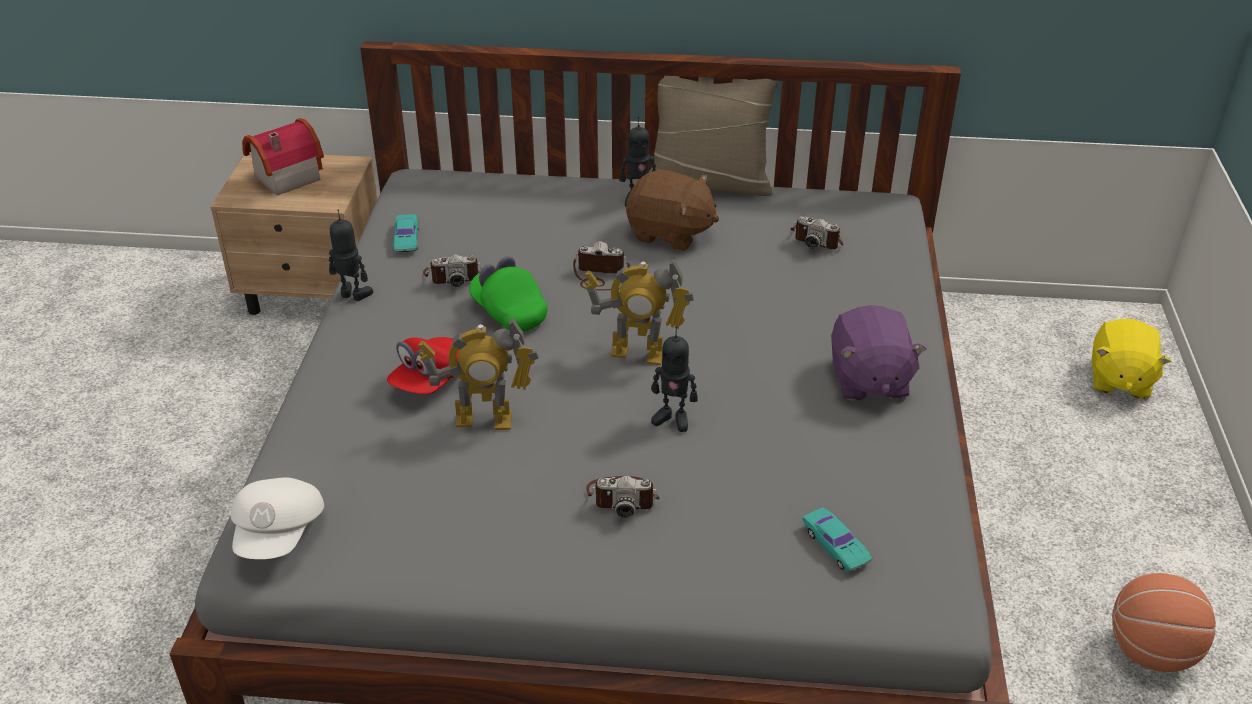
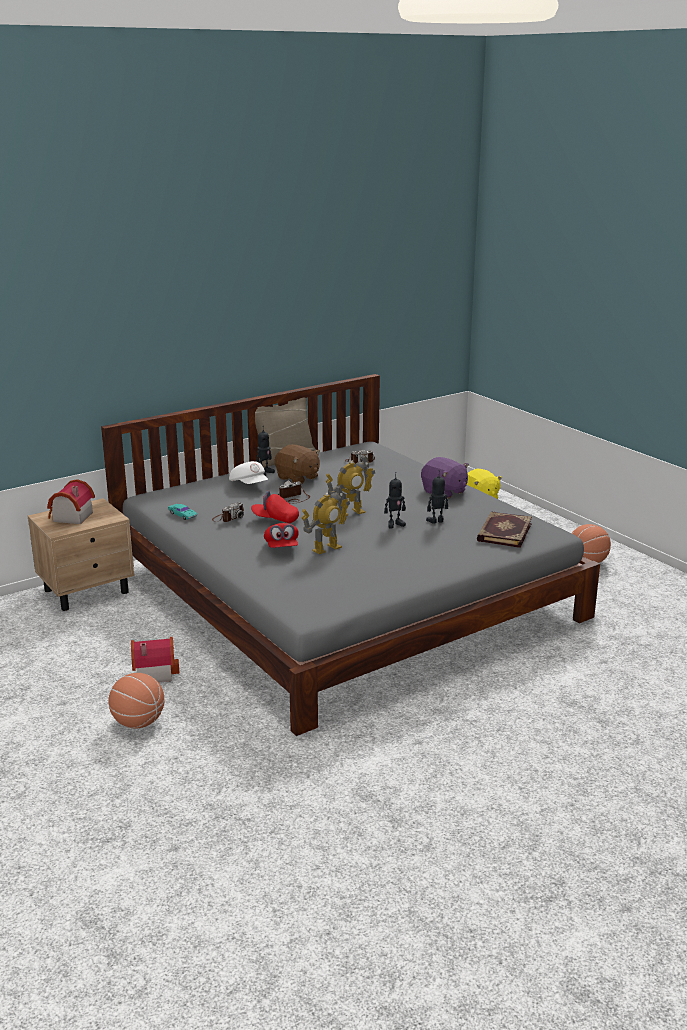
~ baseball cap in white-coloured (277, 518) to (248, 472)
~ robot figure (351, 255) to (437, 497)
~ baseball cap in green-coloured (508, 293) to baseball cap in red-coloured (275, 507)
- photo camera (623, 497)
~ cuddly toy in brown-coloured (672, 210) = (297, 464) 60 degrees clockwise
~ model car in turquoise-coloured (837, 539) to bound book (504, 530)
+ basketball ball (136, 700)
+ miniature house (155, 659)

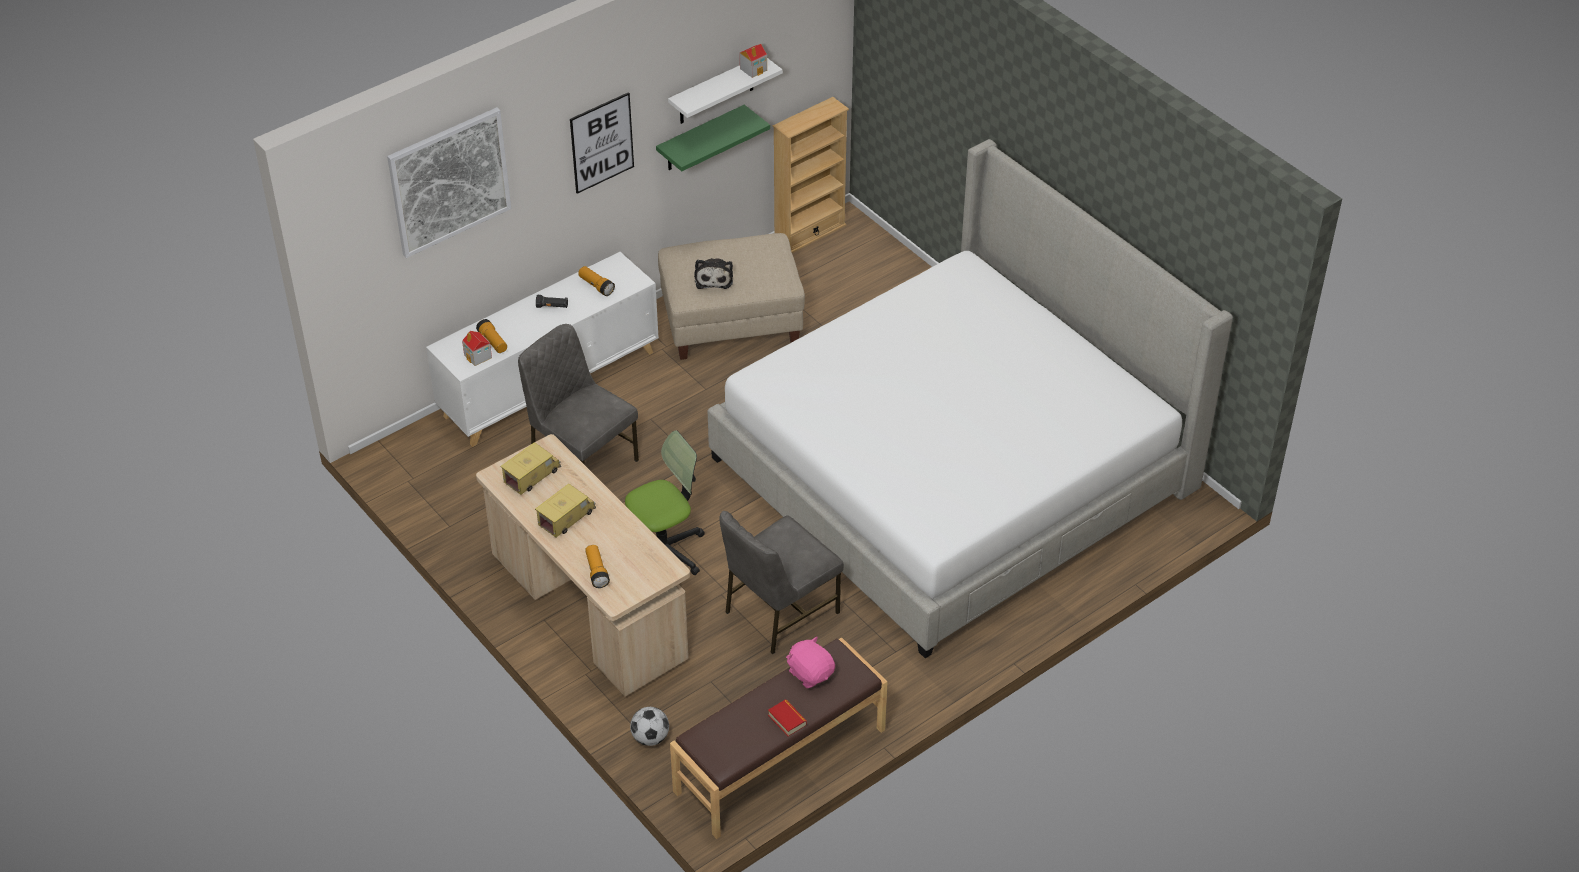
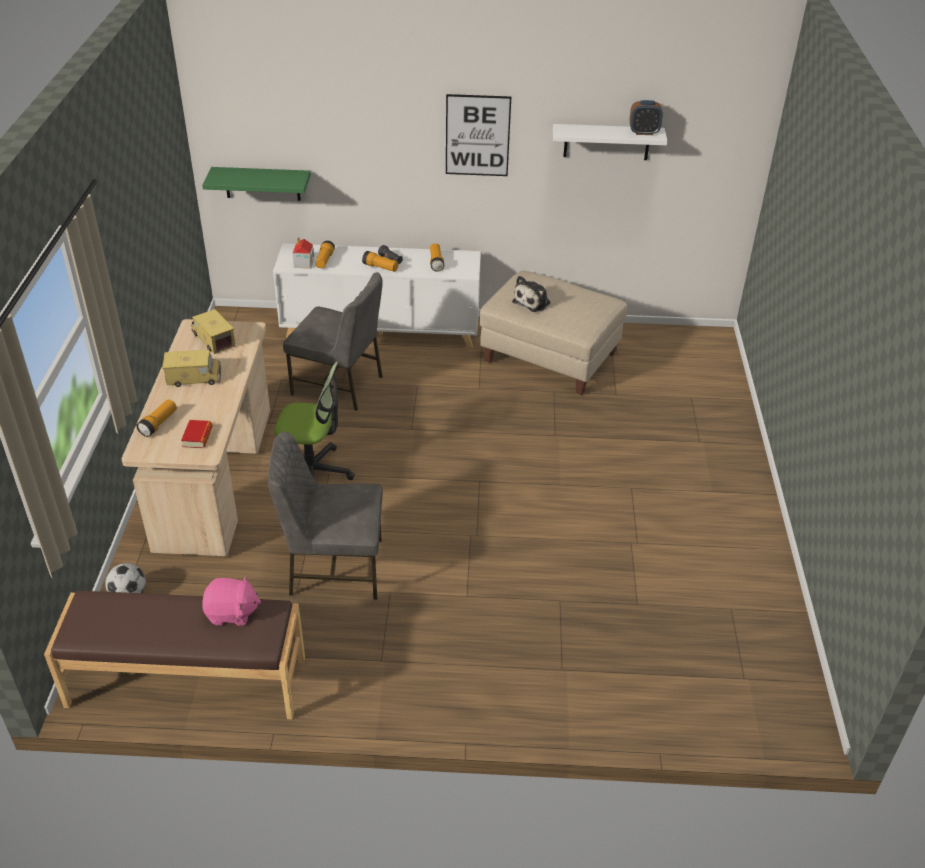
- picture (449, 182)
~ toy lorry (530, 468) = (213, 331) 120 degrees counterclockwise
~ plain chair in grey (578, 394) = (333, 341) 120 degrees clockwise
~ wall shelf in green-coloured (713, 138) to (256, 184)
- bed (970, 398)
~ miniature house (753, 61) to table clock (646, 117)
~ bound book (787, 718) to (196, 434)
- shelving unit in sand-coloured (811, 175)
~ cuddly toy in pink-coloured (810, 662) = (231, 600) 90 degrees clockwise
+ torch (380, 261)

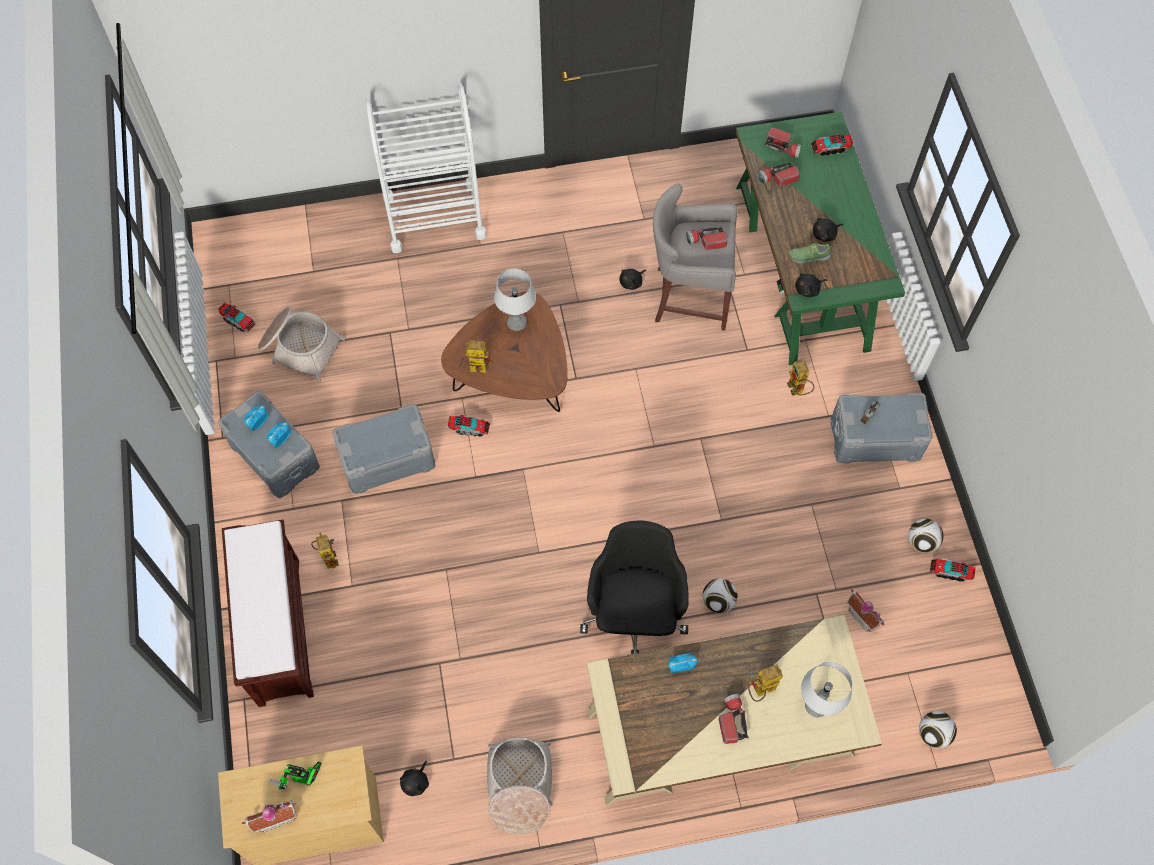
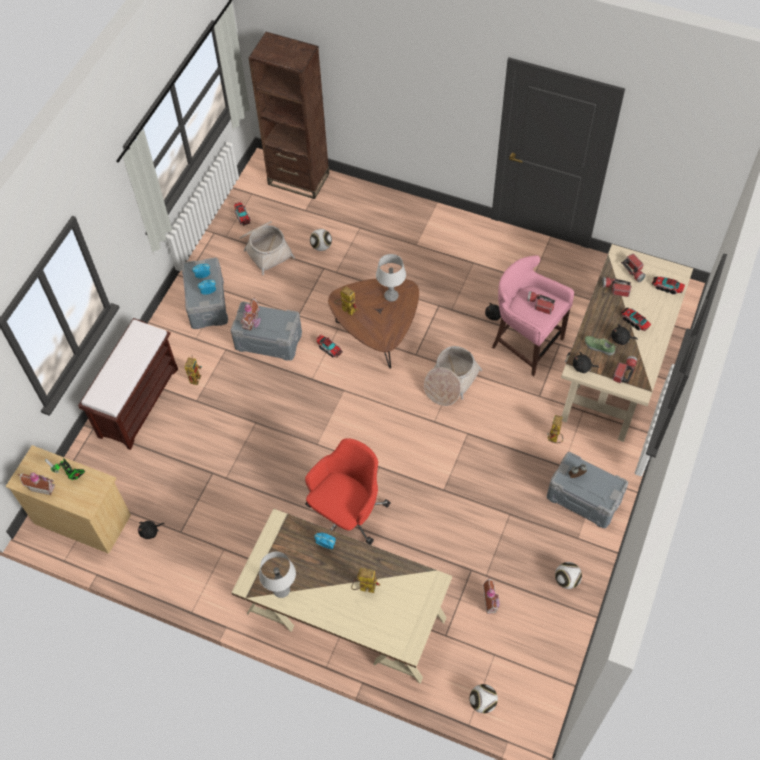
- trolley in white-coloured (426, 168)
~ household basket (519, 785) to (453, 376)
~ computer chair in black-coloured (634, 587) to computer chair in red-coloured (347, 491)
~ stool seat in grey (695, 256) to stool seat in pink-coloured (533, 315)
~ ball for football (720, 596) to (321, 240)
~ torch (733, 719) to (625, 369)
~ desk unit in green-coloured (820, 238) to desk unit in sand-coloured (627, 343)
~ table lamp in grey (826, 689) to (277, 575)
~ toy lorry (953, 570) to (636, 319)
+ miniature house (250, 314)
+ shelving unit in brown-coloured (289, 115)

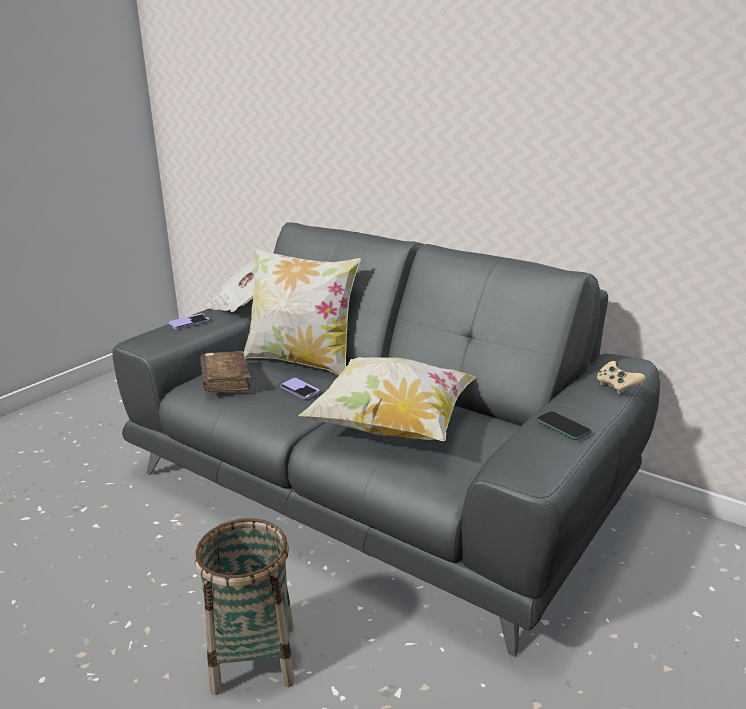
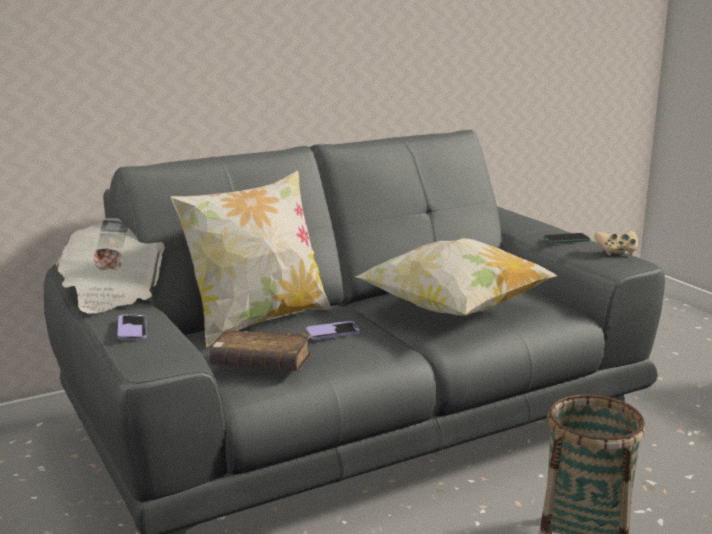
~ gamepad in sand-coloured (621, 377) to (616, 243)

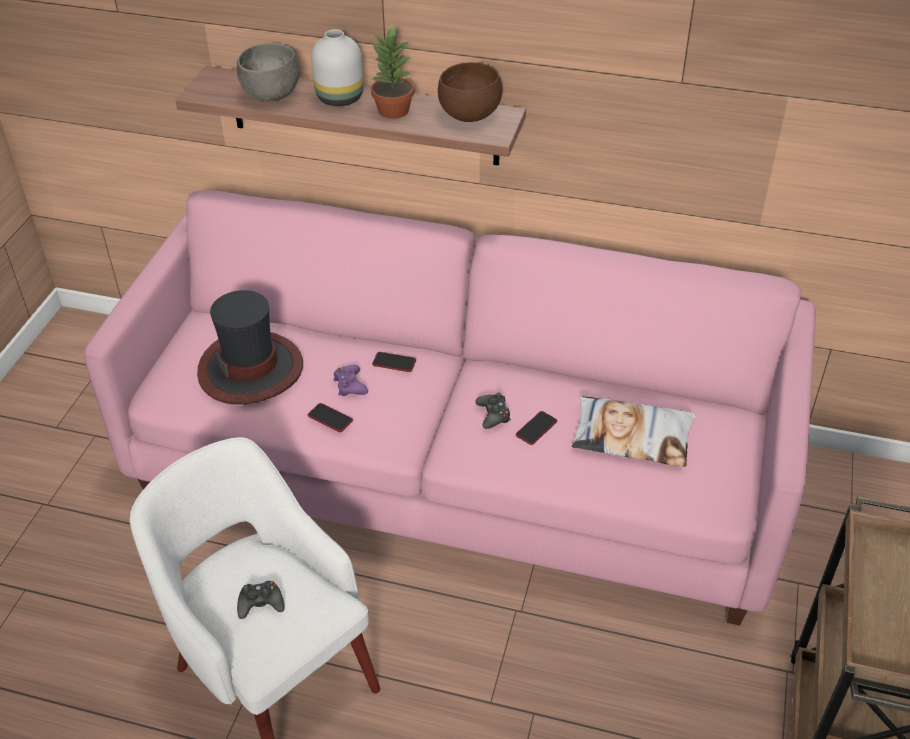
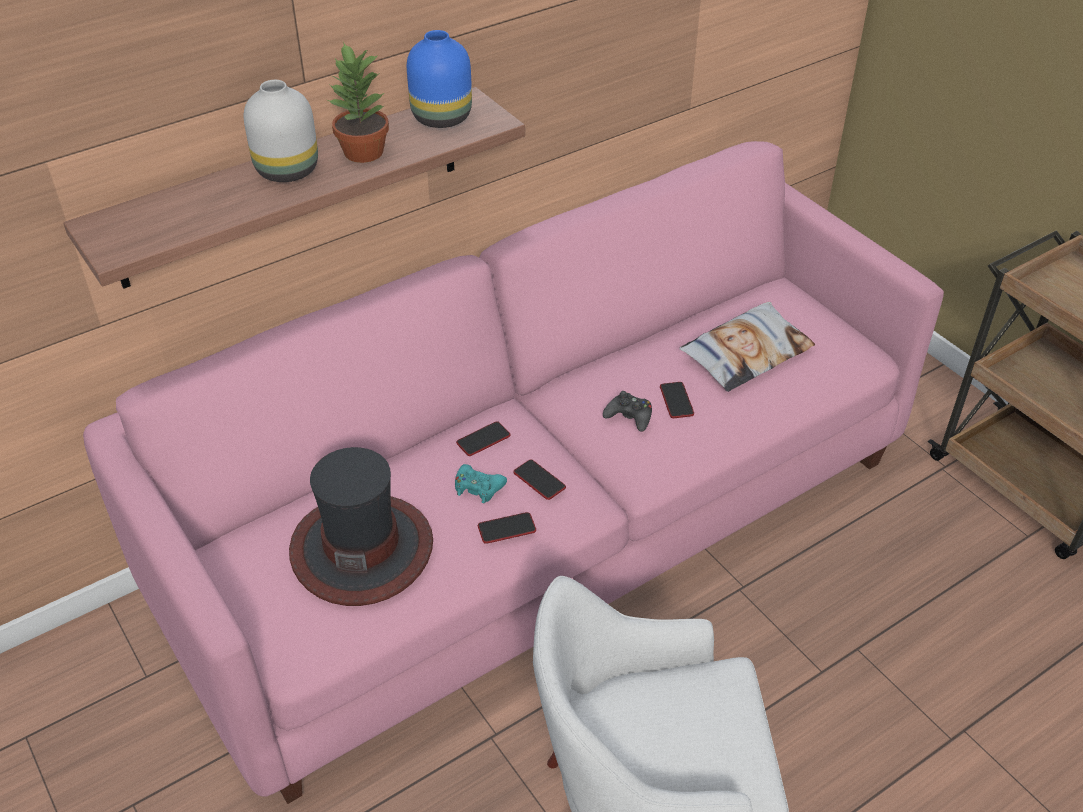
- serving bowl in grey (268, 72)
- gamepad in black-coloured (261, 600)
~ gamepad in purple-coloured (351, 380) to gamepad in turquoise-coloured (481, 483)
~ serving bowl in brown-coloured (470, 92) to decorative vase in bluish (439, 79)
+ phone (539, 479)

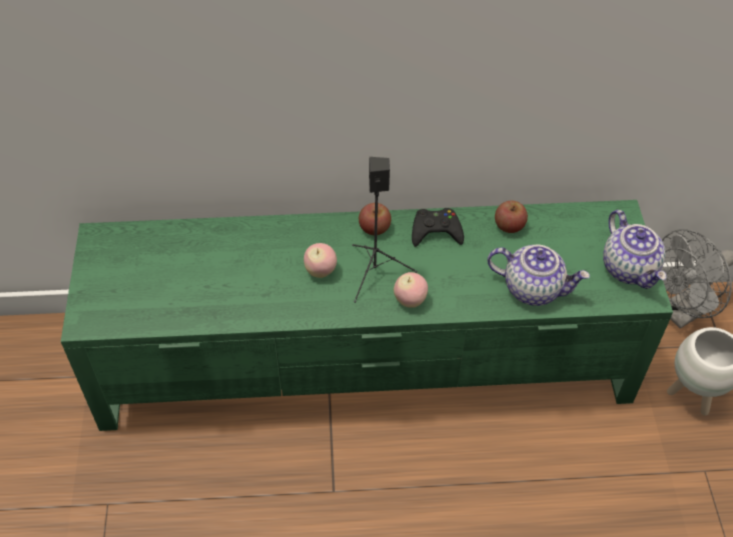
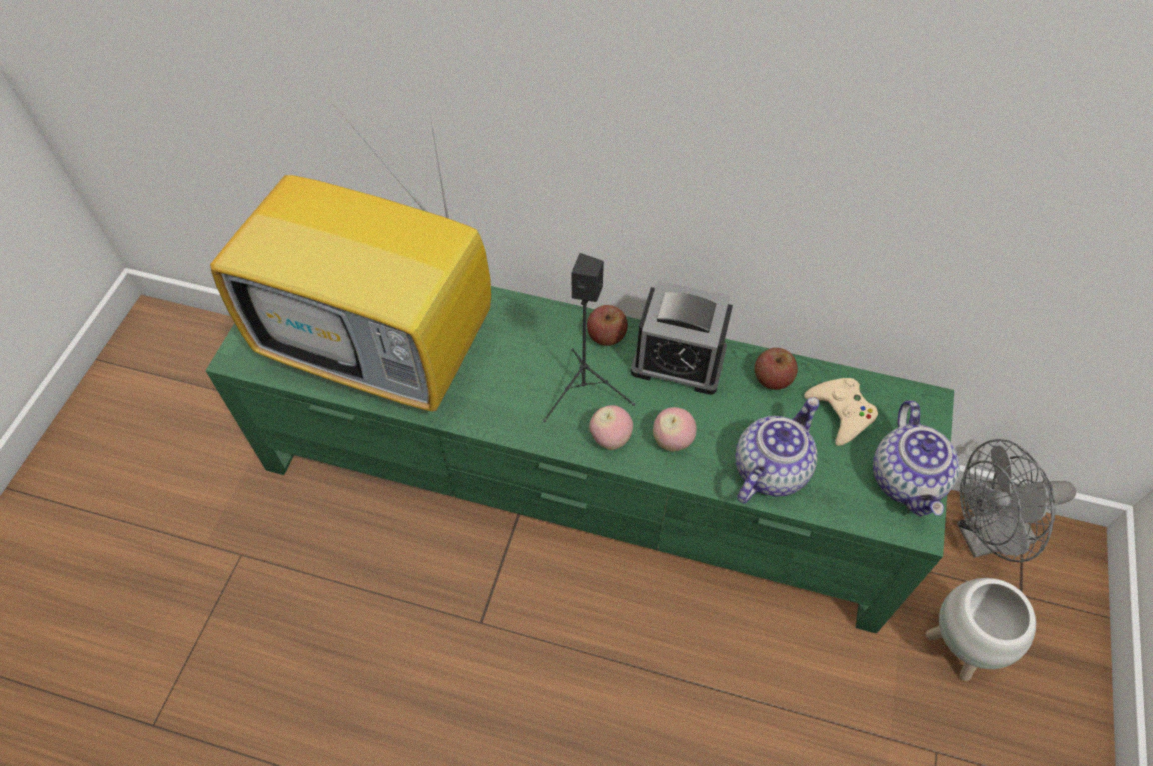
~ whole apple (320, 260) to (675, 429)
~ gamepad in black-coloured (438, 227) to table clock (681, 337)
~ teapot (538, 275) = (777, 450) 90 degrees counterclockwise
+ TV set (350, 257)
+ gamepad in sand-coloured (841, 412)

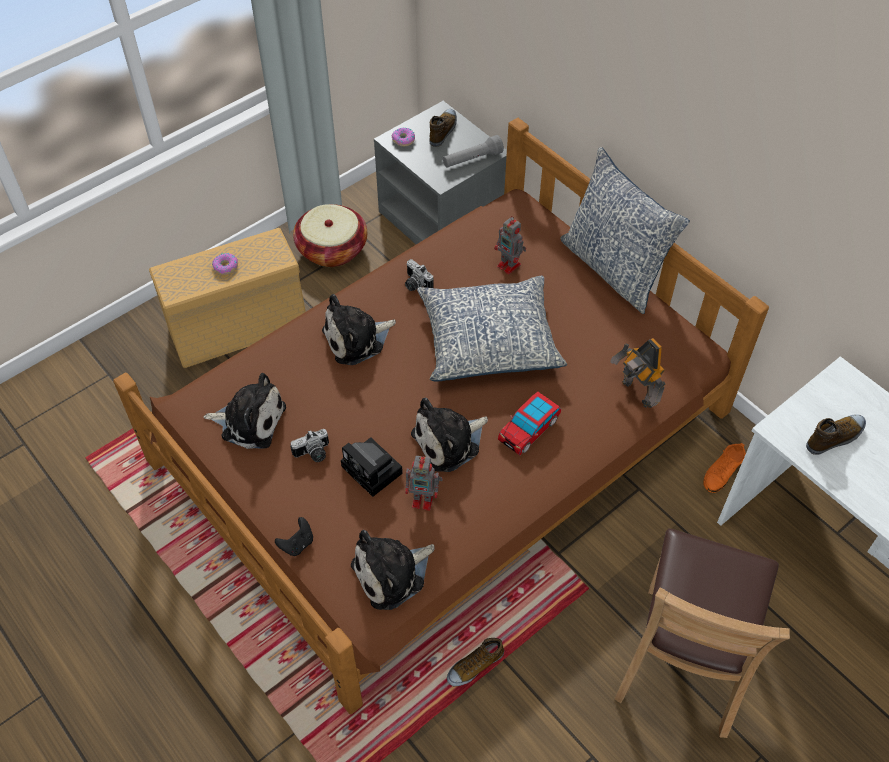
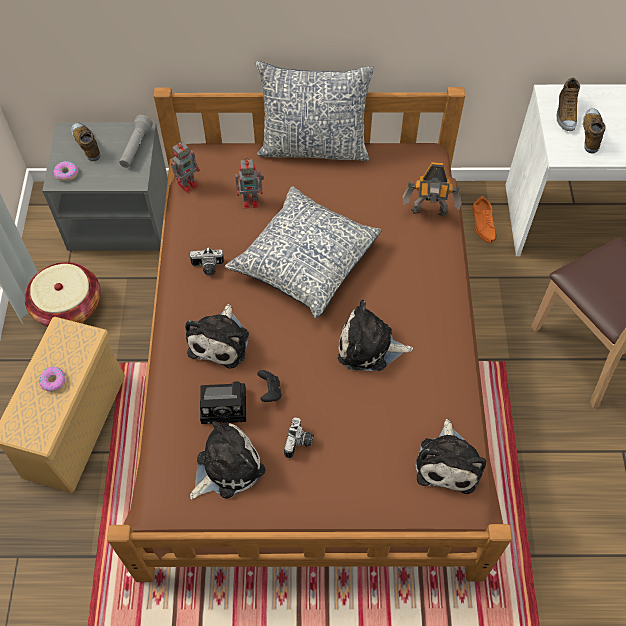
~ gamepad in black-coloured (294, 536) to (269, 386)
~ photo camera (372, 467) to (223, 402)
~ robot figure (424, 483) to (185, 167)
~ cuddly toy (449, 435) = (375, 335) 90 degrees clockwise
~ low shoe (475, 662) to (568, 104)
- model car (529, 423)

